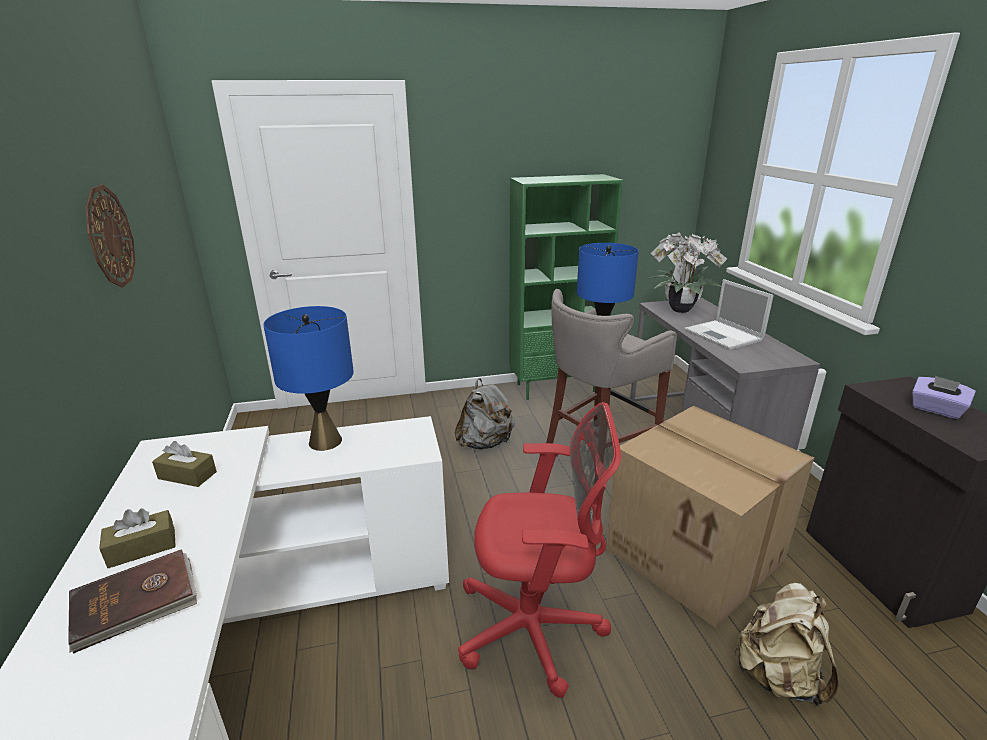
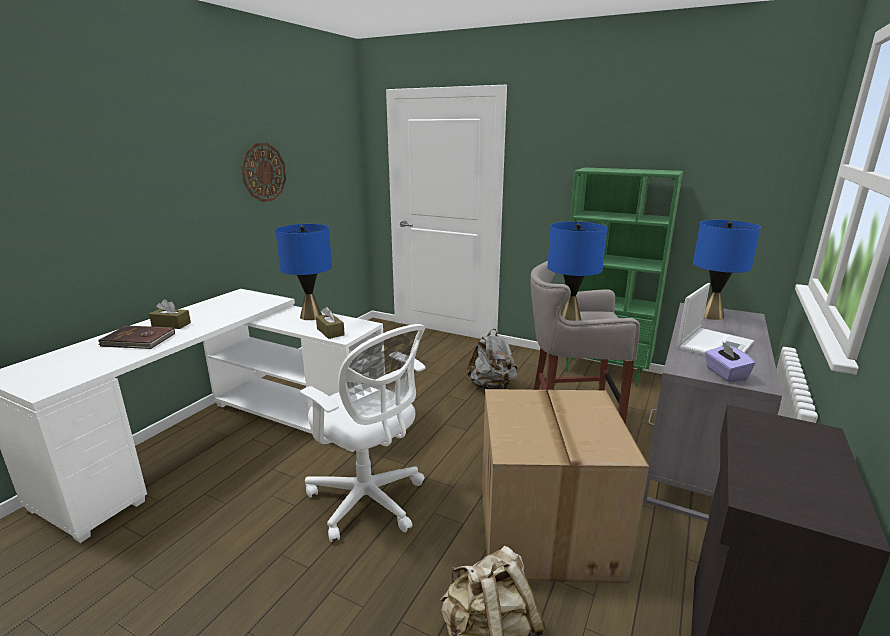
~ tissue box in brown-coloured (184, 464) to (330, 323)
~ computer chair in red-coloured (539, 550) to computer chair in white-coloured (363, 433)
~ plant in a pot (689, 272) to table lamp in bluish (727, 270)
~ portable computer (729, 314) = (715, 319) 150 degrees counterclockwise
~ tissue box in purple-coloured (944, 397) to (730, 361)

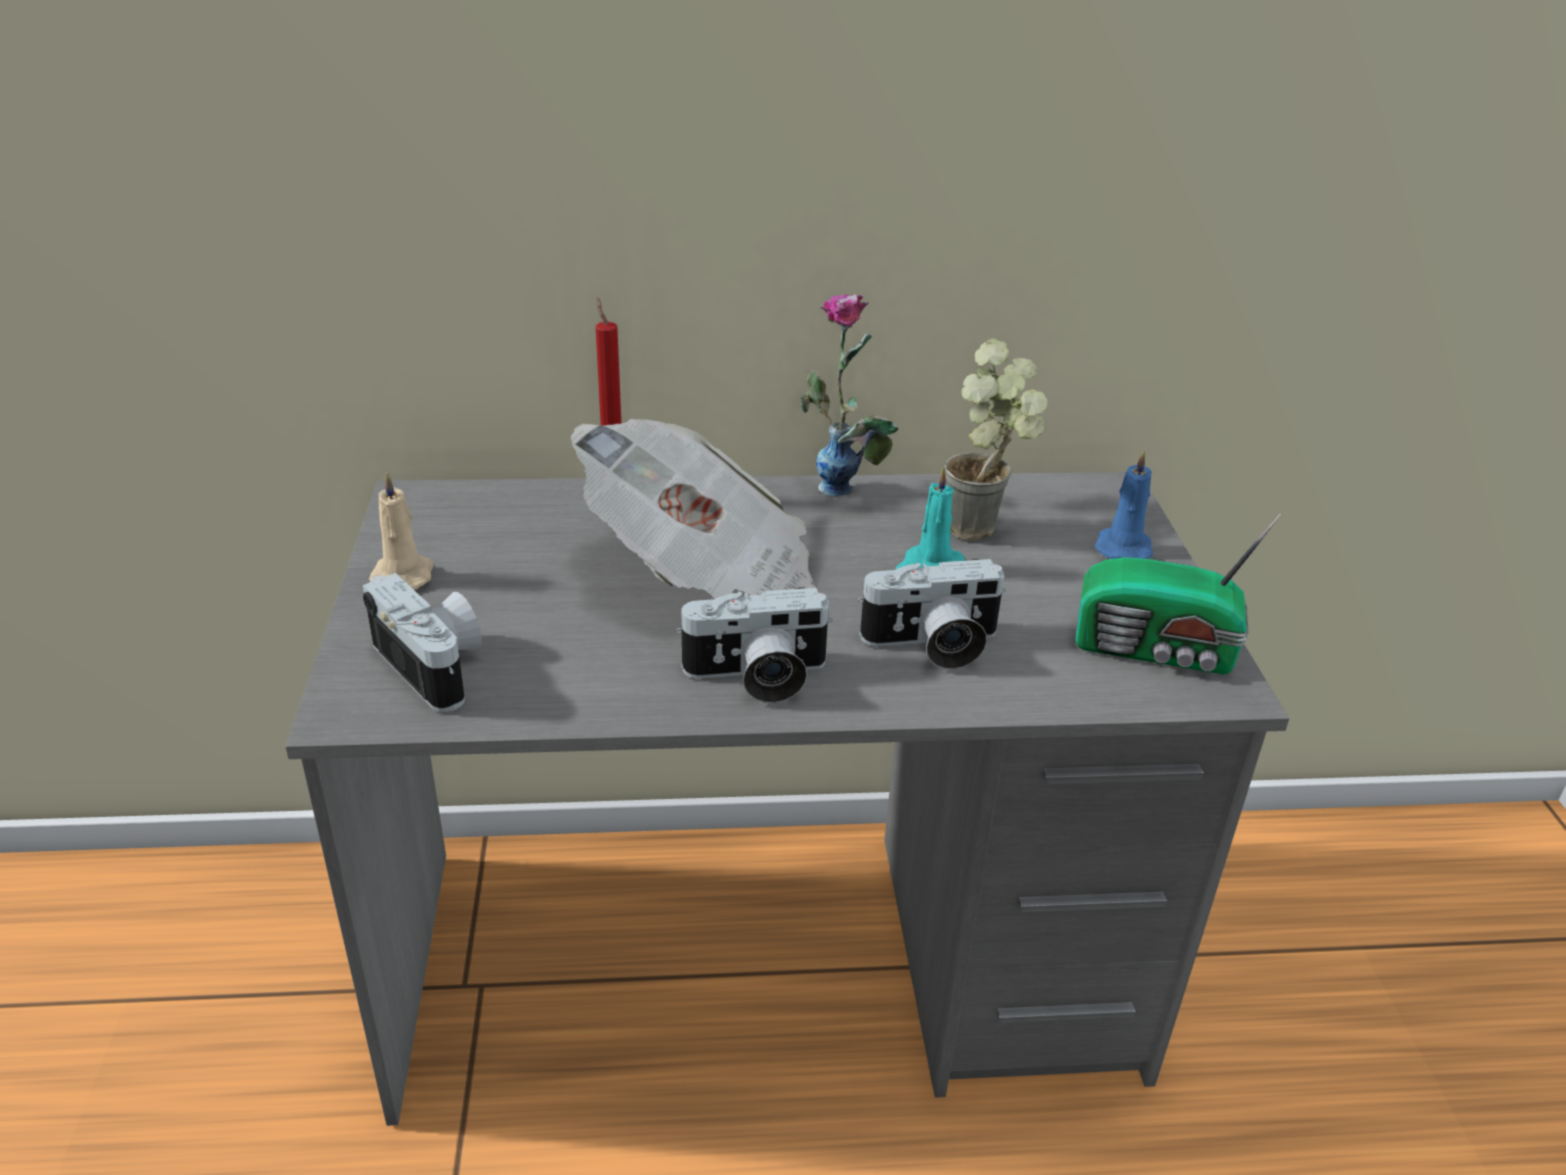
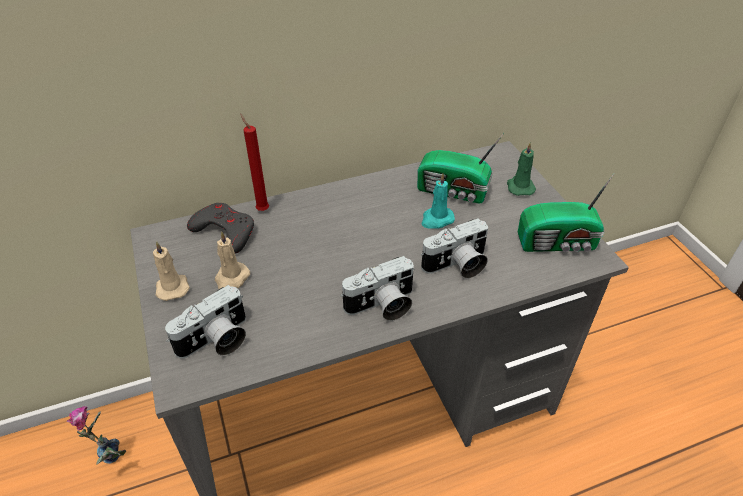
~ photo camera (422, 642) = (205, 321) 105 degrees clockwise
- newspaper (693, 509)
~ decorative vase (849, 396) to (96, 435)
~ plant in a pot (996, 439) to radio (460, 168)
~ wax light in bluish (1124, 504) to wax light in green-coloured (521, 169)
+ gamepad in grey (220, 228)
+ wax light in sand-coloured (232, 260)

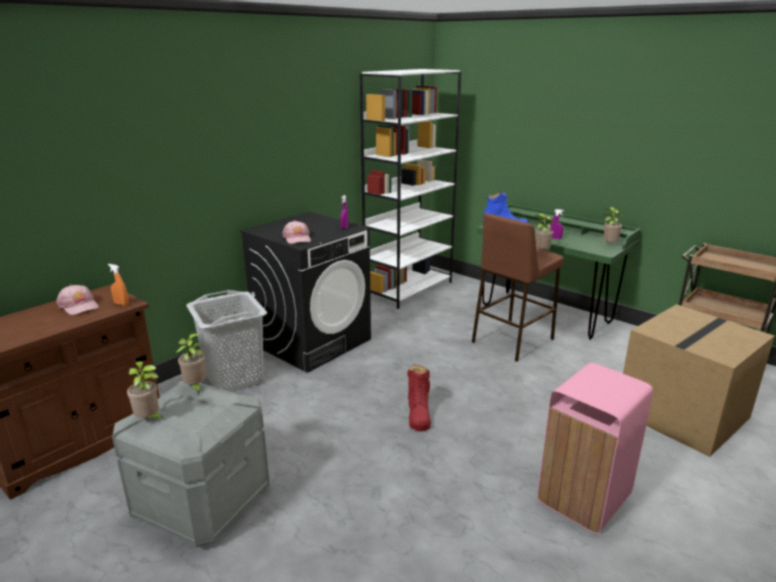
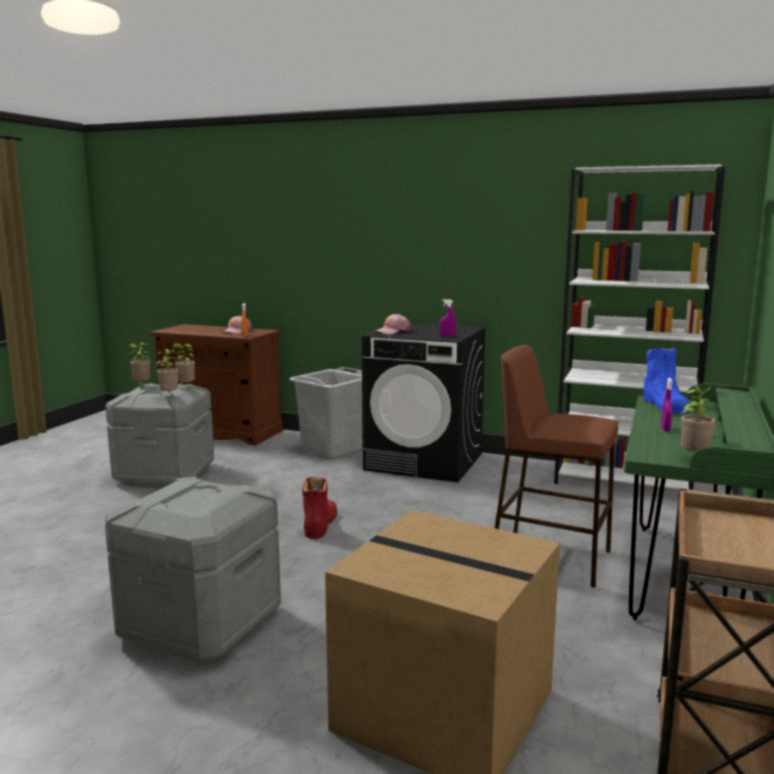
~ high-top boot in red-coloured (419, 398) = (319, 508) 120 degrees clockwise
~ plant in a pot (544, 231) to (167, 370)
~ rubbish bin in pink-coloured (595, 448) to storage container in grey (193, 569)

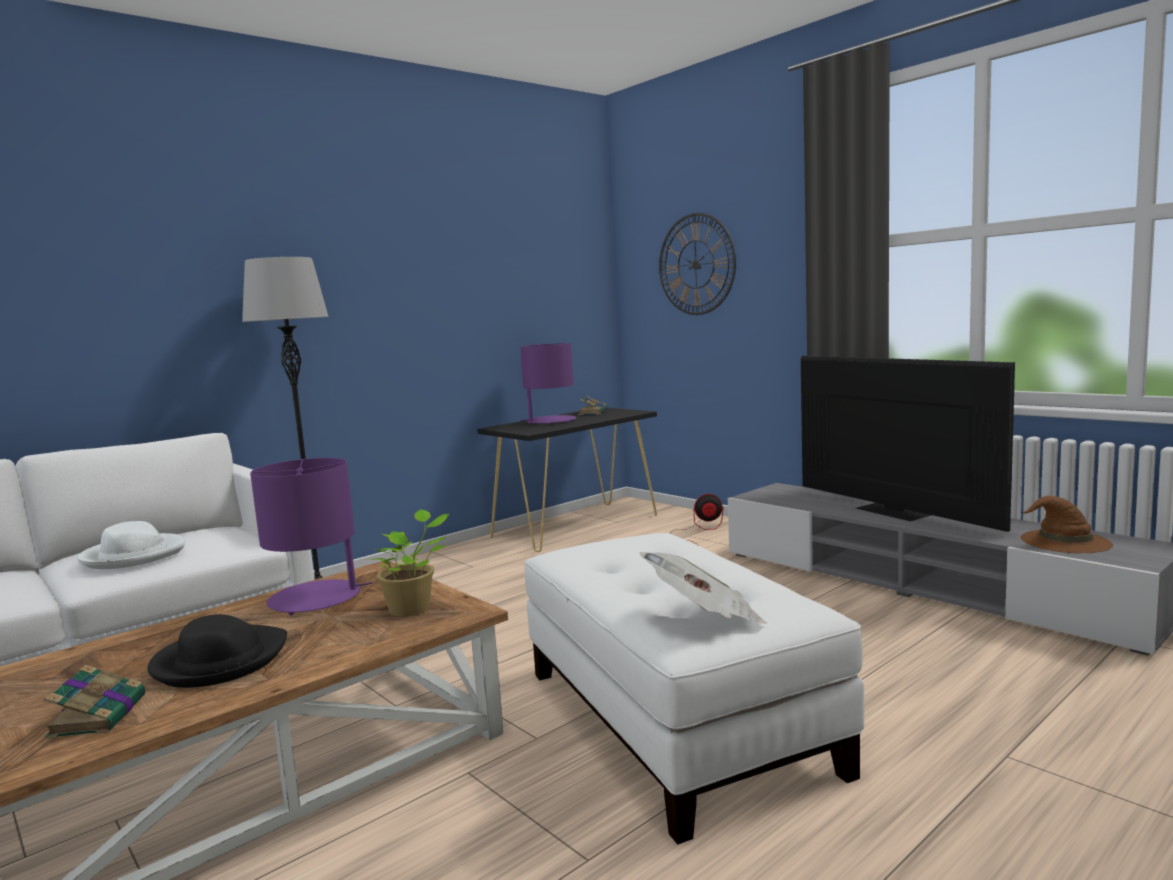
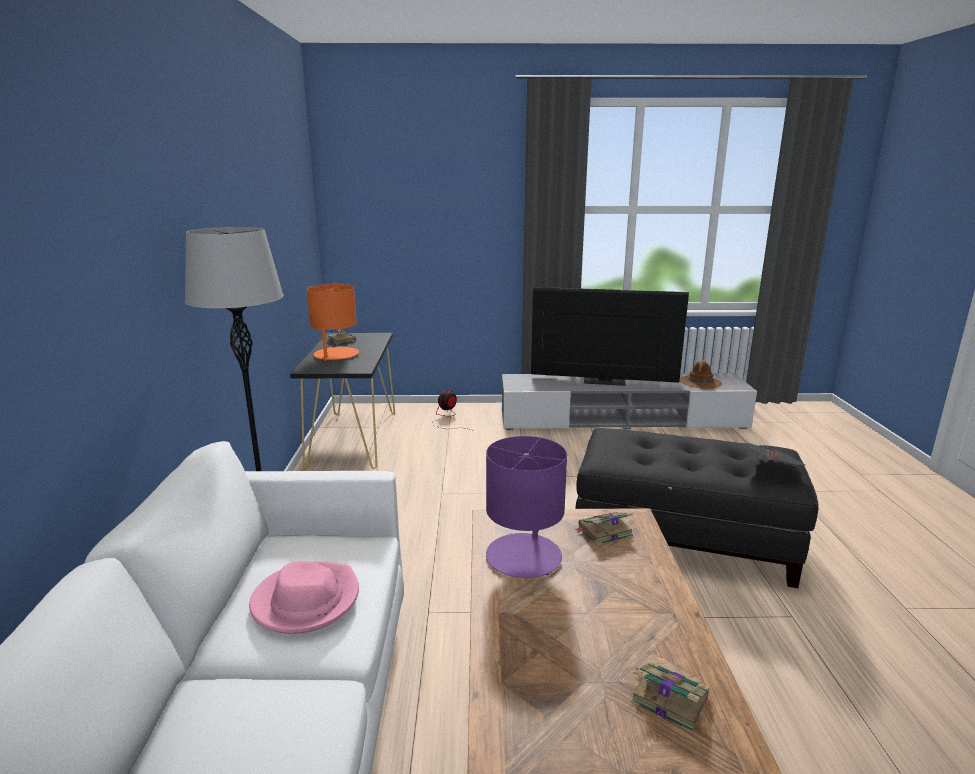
~ clothing hat in white-coloured (131, 545) to clothing hat in pink-coloured (304, 597)
- clothing hat in black-coloured (217, 651)
~ plant in a pot (408, 563) to bound book (603, 528)
~ table lamp in purple-coloured (548, 383) to table lamp in orange-coloured (333, 322)
~ pouffe in white-coloured (694, 688) to pouffe in black-coloured (696, 508)
- clock on the wall (697, 264)

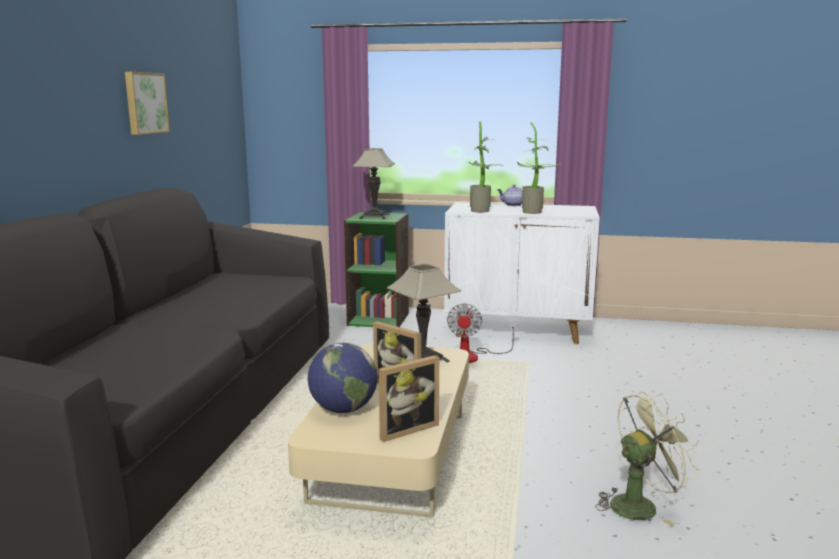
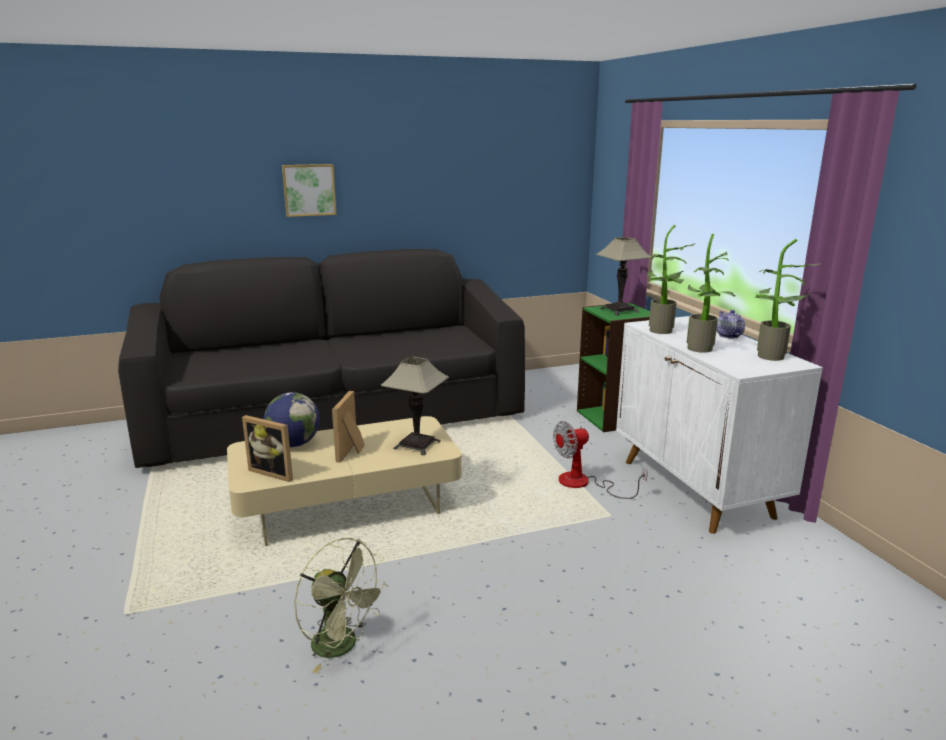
~ picture (147, 103) to (309, 190)
+ plant in a pot (788, 300)

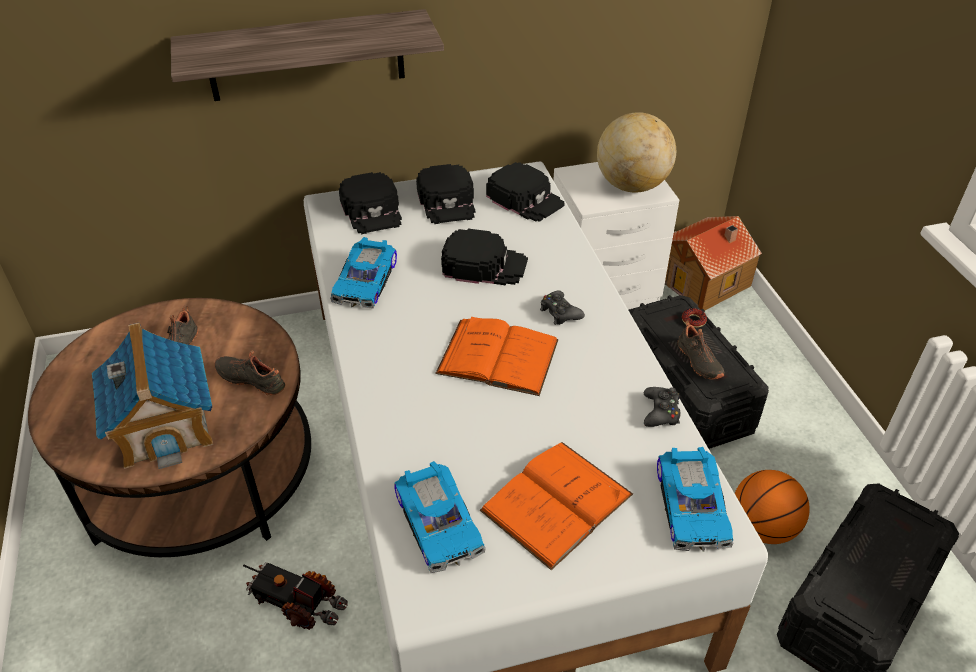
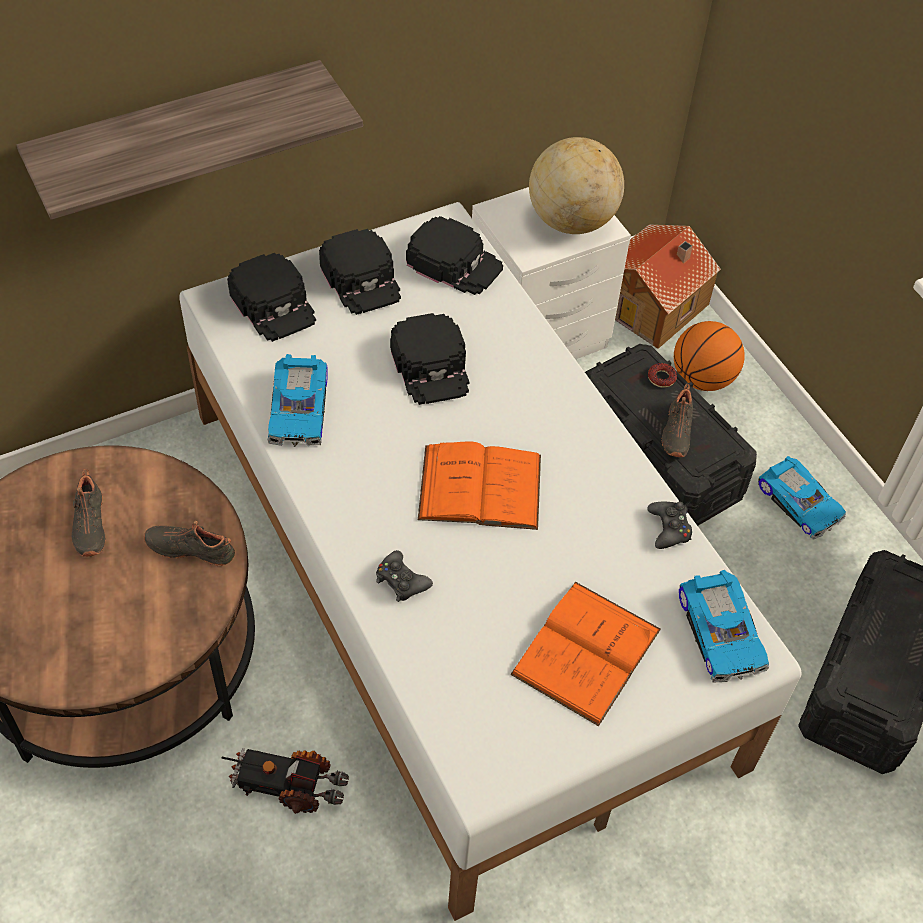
- miniature house (152, 396)
~ model car (440, 517) to (802, 498)
~ baseball cap in black-coloured (484, 257) = (429, 359) 75 degrees clockwise
~ gamepad in black-coloured (562, 307) to (404, 576)
~ low shoe in black-coloured (701, 349) = (677, 420) 45 degrees clockwise
~ basketball ball (772, 507) to (709, 356)

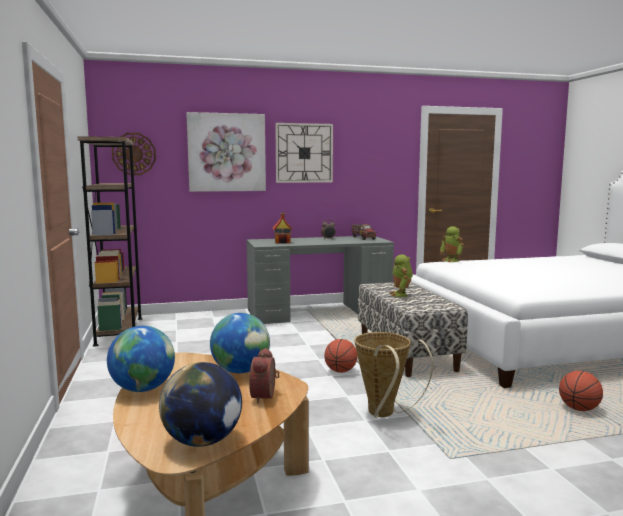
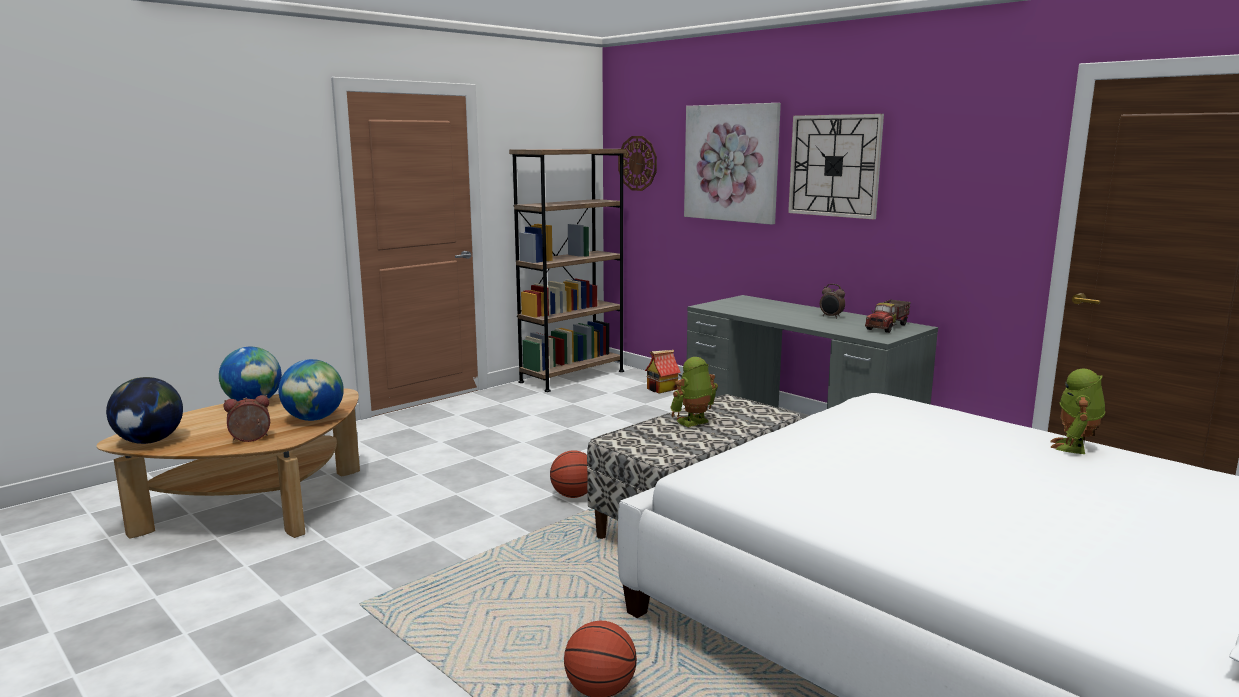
~ miniature house (283, 228) to (663, 371)
- household basket (394, 375)
~ robot figure (452, 244) to (1078, 411)

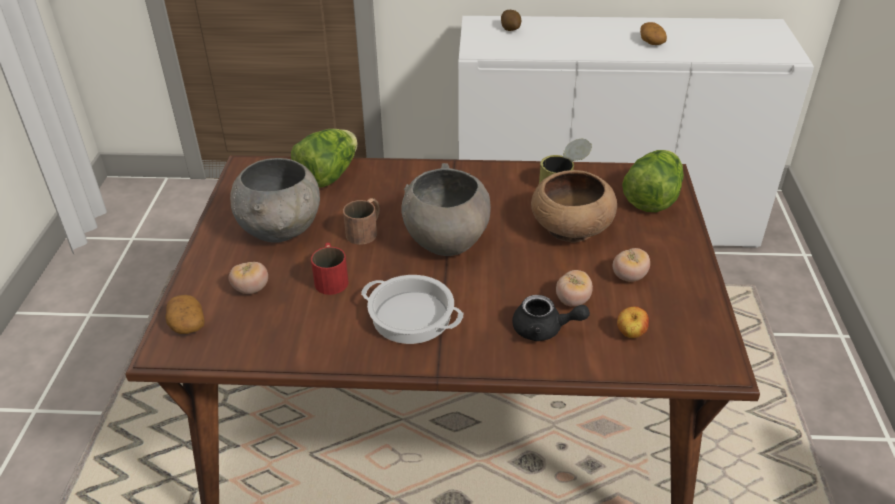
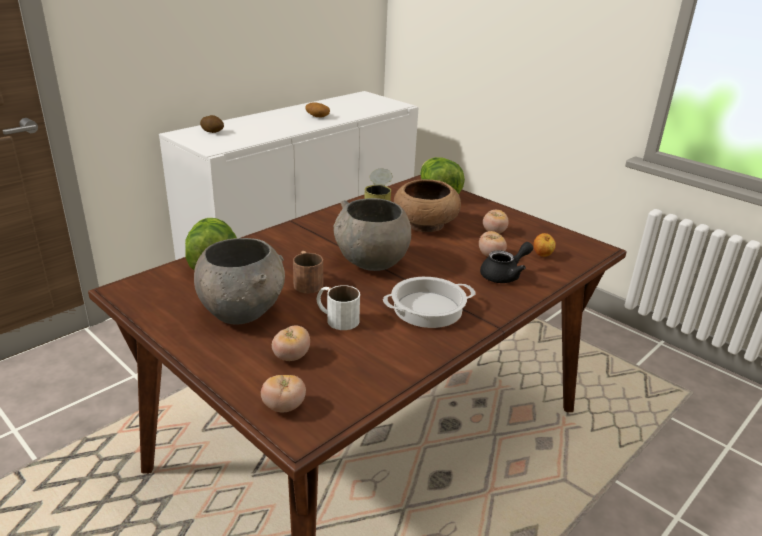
~ potato (185, 314) to fresh tomato (283, 393)
~ coffee mug in red-coloured (330, 268) to coffee mug in white-coloured (338, 307)

